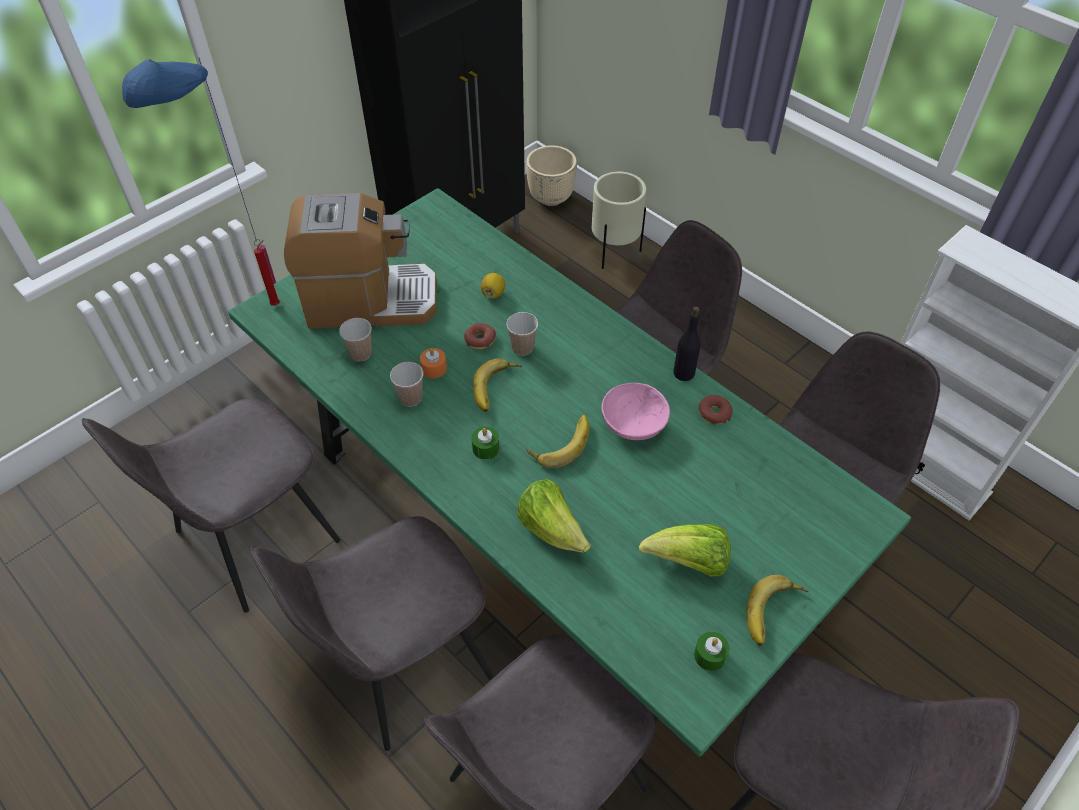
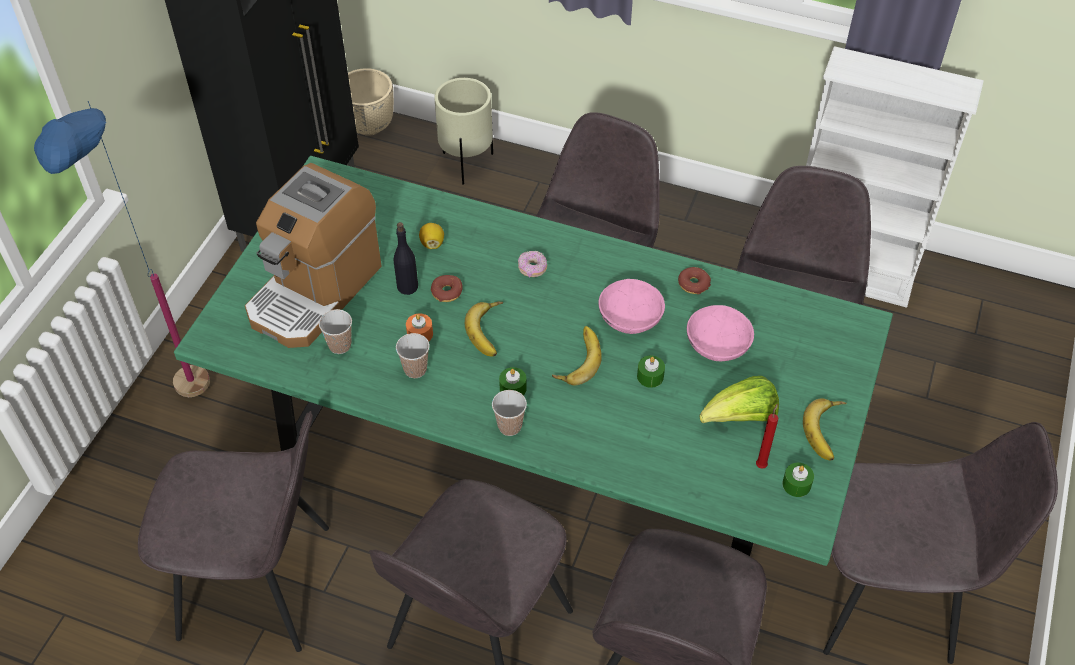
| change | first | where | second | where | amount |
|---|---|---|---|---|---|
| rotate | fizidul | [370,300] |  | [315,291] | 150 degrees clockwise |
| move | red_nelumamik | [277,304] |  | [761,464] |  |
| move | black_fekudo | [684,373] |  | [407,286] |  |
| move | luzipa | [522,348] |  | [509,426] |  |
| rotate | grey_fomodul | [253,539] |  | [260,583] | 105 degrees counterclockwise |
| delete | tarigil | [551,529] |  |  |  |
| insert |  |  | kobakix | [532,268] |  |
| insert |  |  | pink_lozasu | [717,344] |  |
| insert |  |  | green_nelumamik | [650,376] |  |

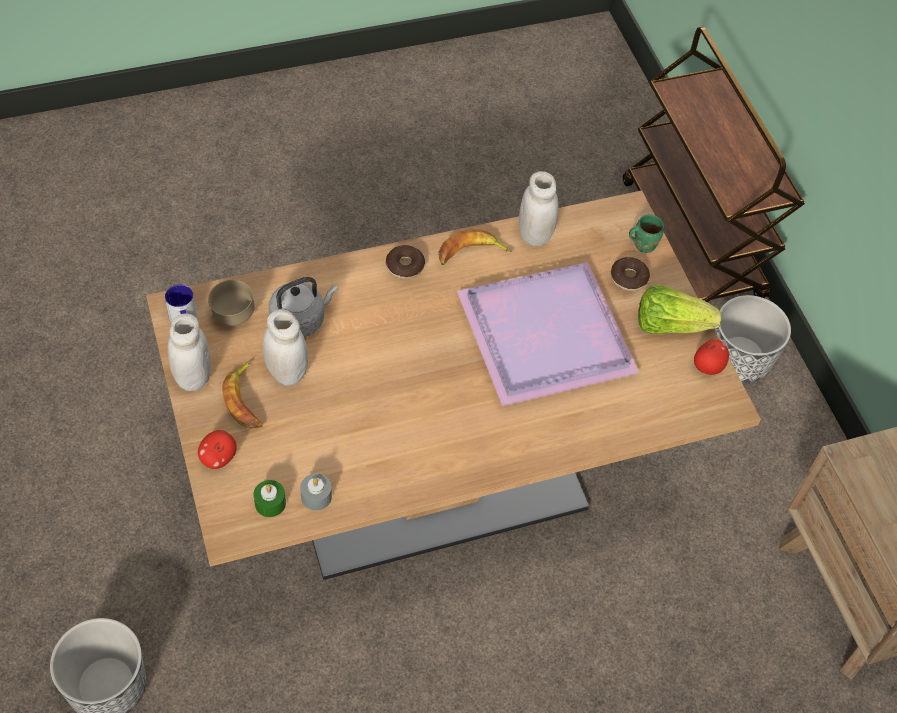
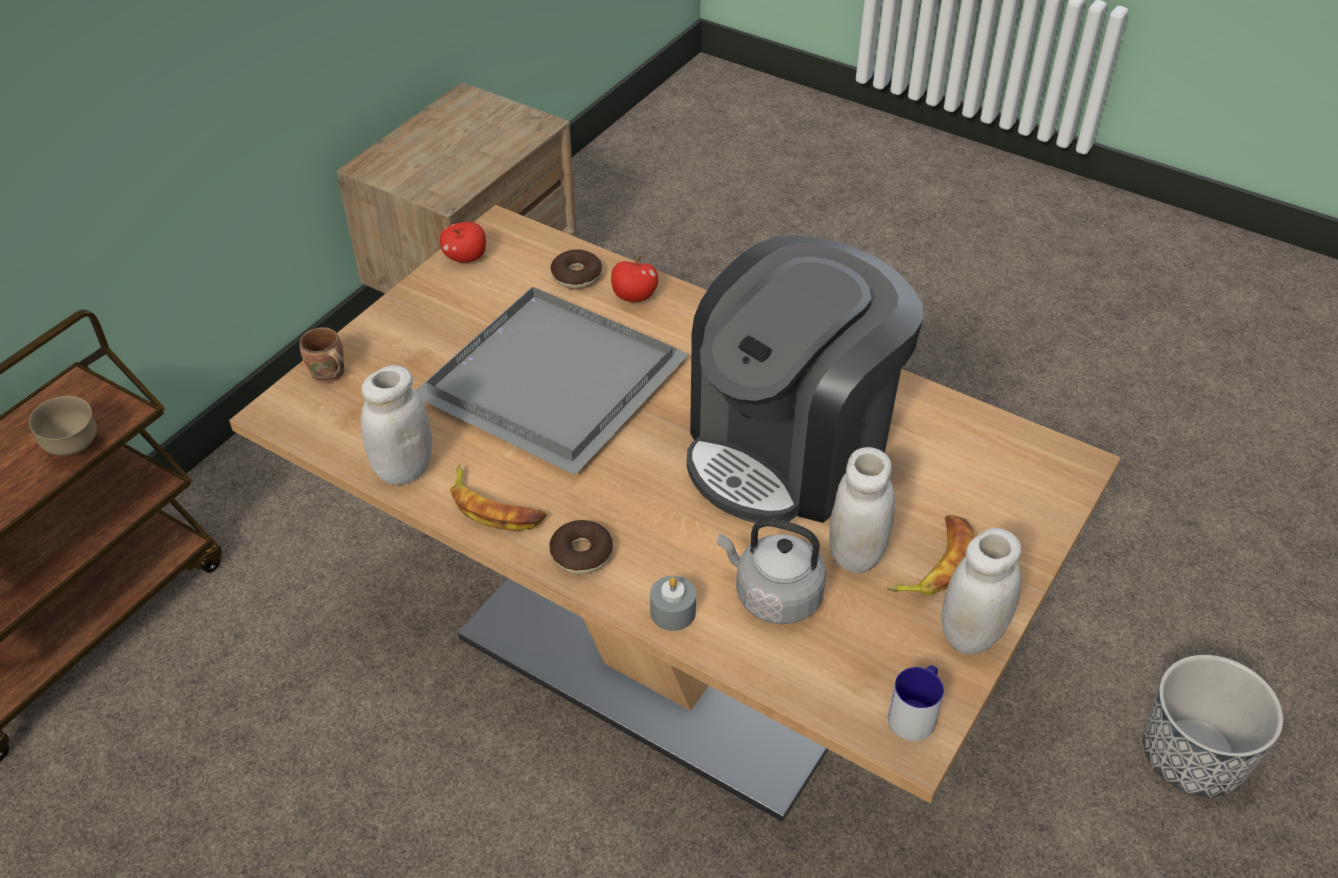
| change | first | where | second | where | amount |
|---|---|---|---|---|---|
| recolor | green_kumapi | [643,244] | brown_kumapi | [328,376] |  |
| move | kobakix | [628,278] |  | [576,276] |  |
| recolor | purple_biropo | [549,336] | grey_biropo | [551,377] |  |
| move | brown_lozasu | [233,317] |  | [74,448] |  |
| delete | tarigil | [669,325] |  |  |  |
| delete | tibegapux | [739,359] |  |  |  |
| move | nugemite | [218,458] |  | [634,297] |  |
| move | grey_nelumamik | [316,496] |  | [673,612] |  |
| delete | green_nelumamik | [270,503] |  |  |  |
| insert |  |  | fizidul | [790,448] |  |

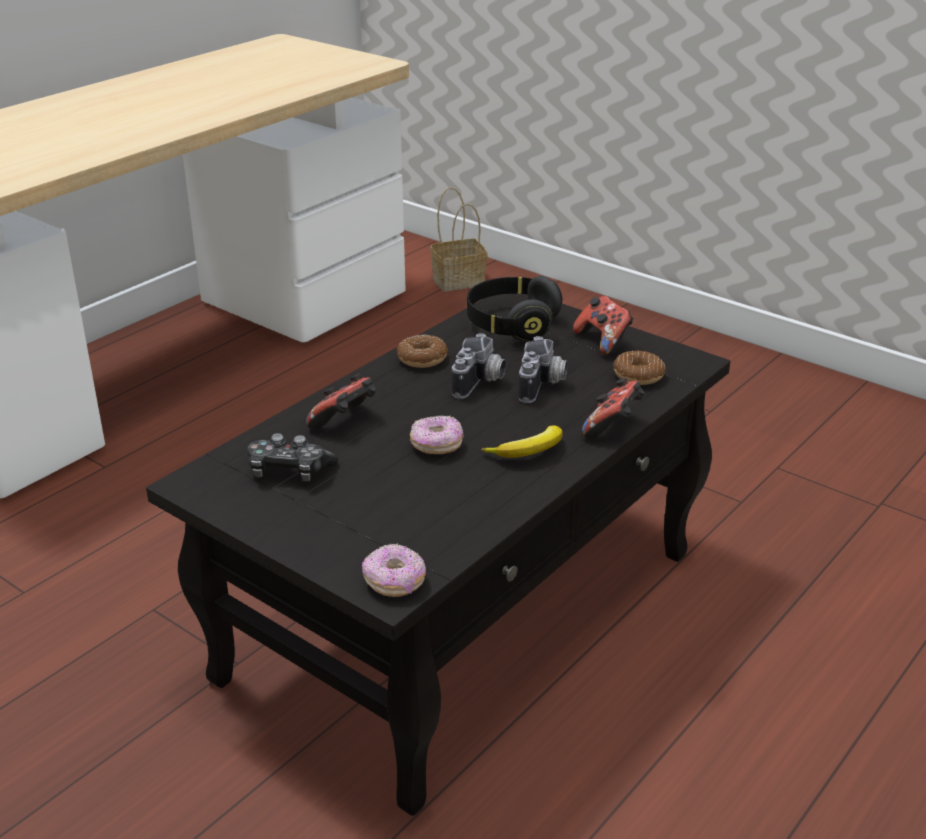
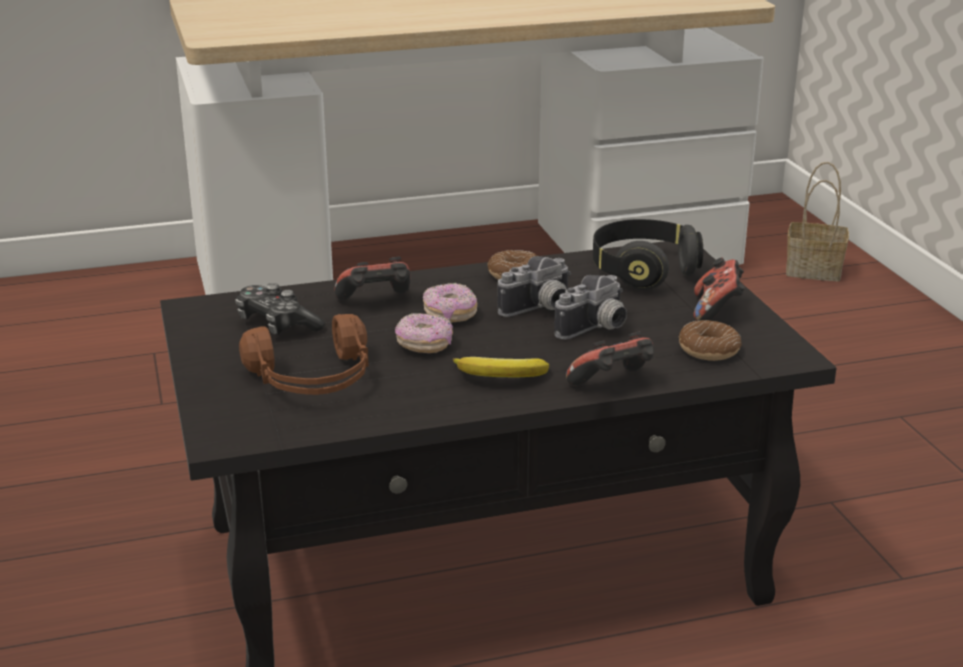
| change | first | where | second | where | amount |
|---|---|---|---|---|---|
| move | kobakix | [394,582] |  | [450,315] |  |
| insert |  |  | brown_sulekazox | [313,380] |  |

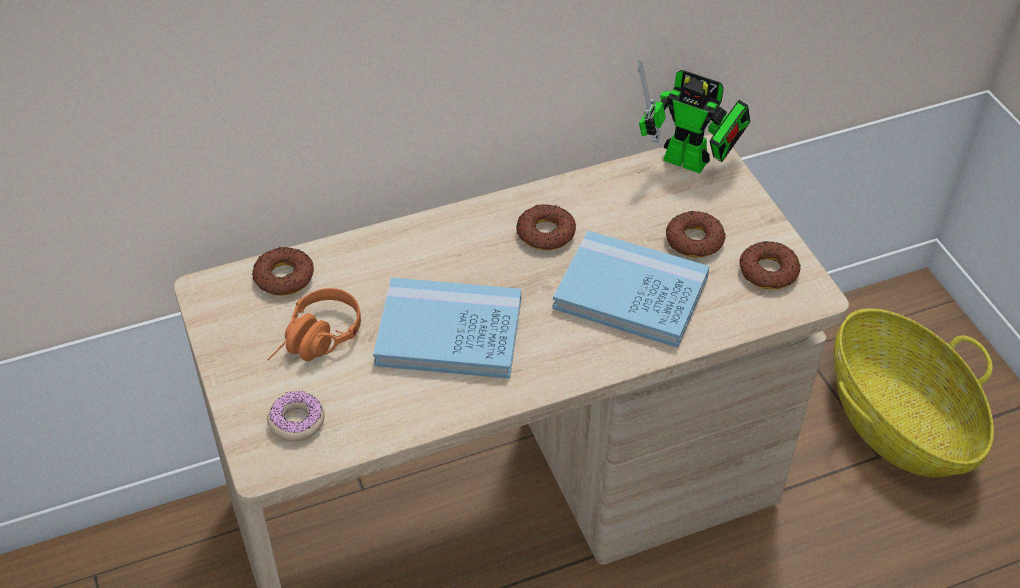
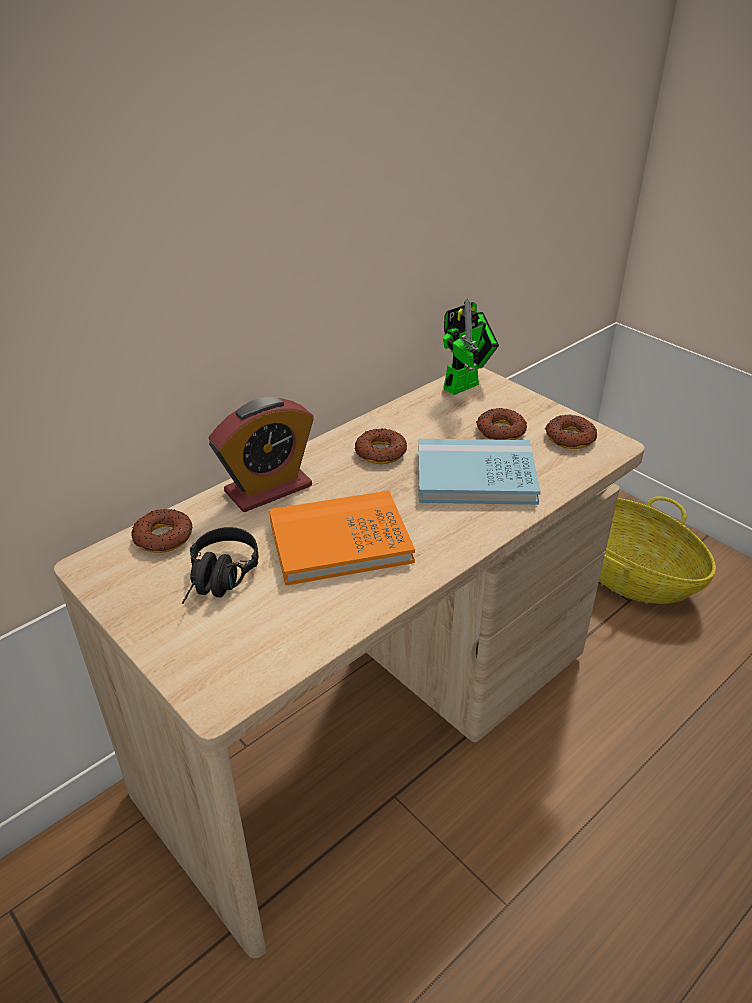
| change | first | where | second | where | amount |
|---|---|---|---|---|---|
| rotate | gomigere | [692,163] |  | [465,384] | 45 degrees counterclockwise |
| recolor | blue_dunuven | [449,332] | orange_dunuven | [340,542] |  |
| recolor | orange_sulekazox | [316,342] | black_sulekazox | [220,581] |  |
| delete | kobakix | [296,421] |  |  |  |
| insert |  |  | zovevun | [268,489] |  |

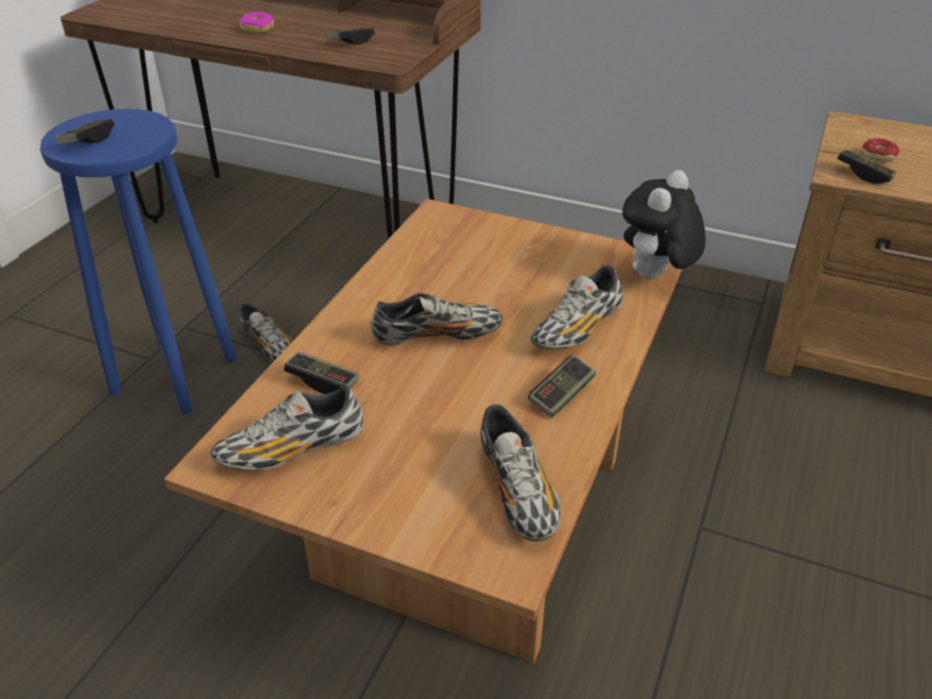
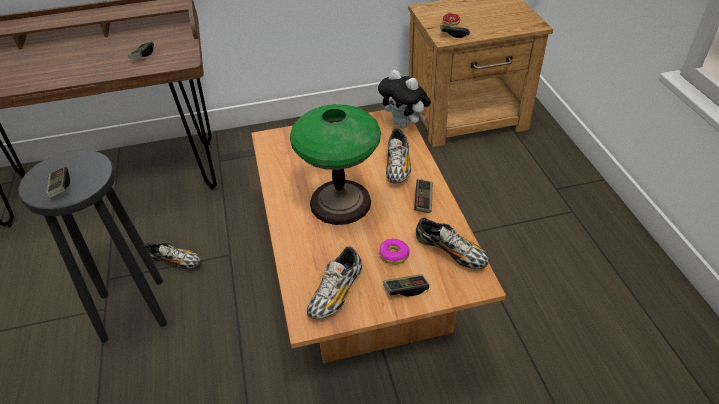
| change | first | where | second | where | amount |
|---|---|---|---|---|---|
| move | kobakix | [257,28] |  | [394,255] |  |
| recolor | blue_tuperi | [173,375] | black_tuperi | [132,309] |  |
| rotate | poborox | [655,277] |  | [404,124] | 45 degrees counterclockwise |
| replace | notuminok | [437,336] | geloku | [340,202] |  |
| move | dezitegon | [323,382] |  | [406,289] |  |

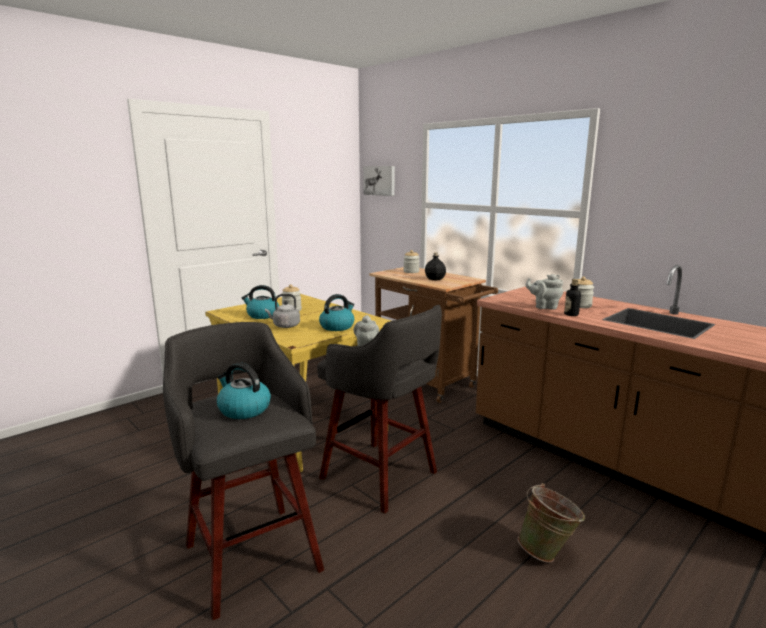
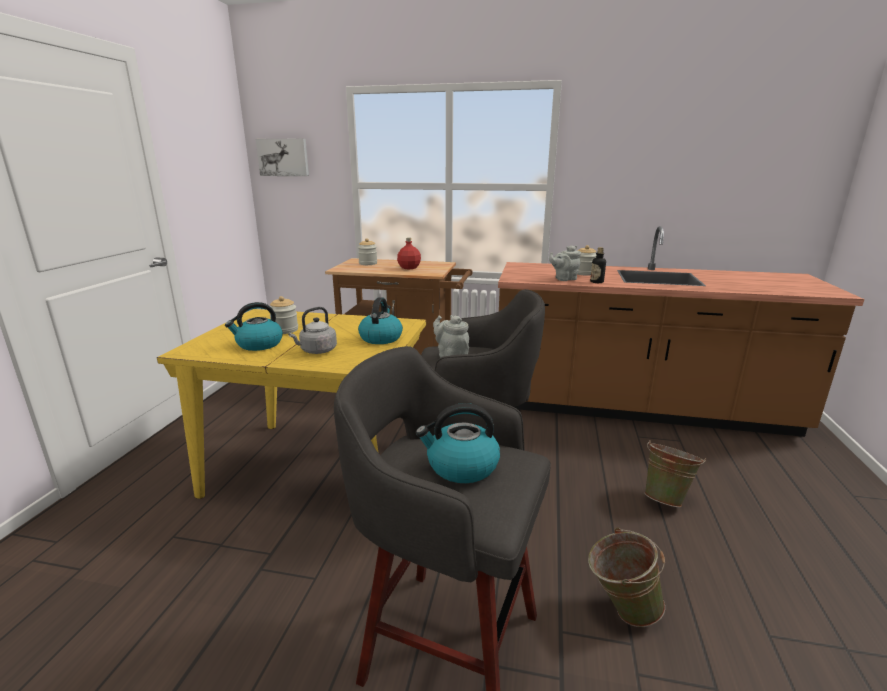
| change | first | where | second | where | amount |
|---|---|---|---|---|---|
| recolor | black_fekudo | [434,279] | red_fekudo | [409,268] |  |
| insert |  |  | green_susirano | [620,609] |  |

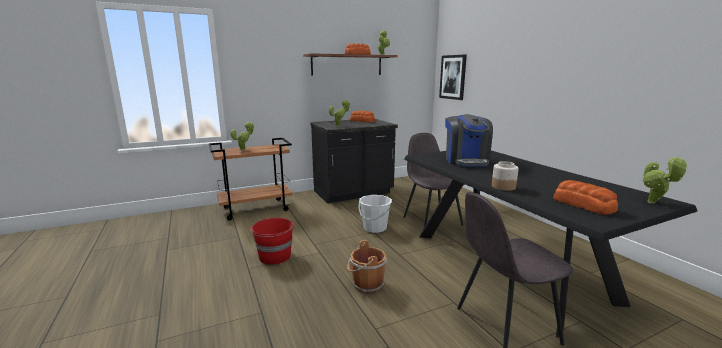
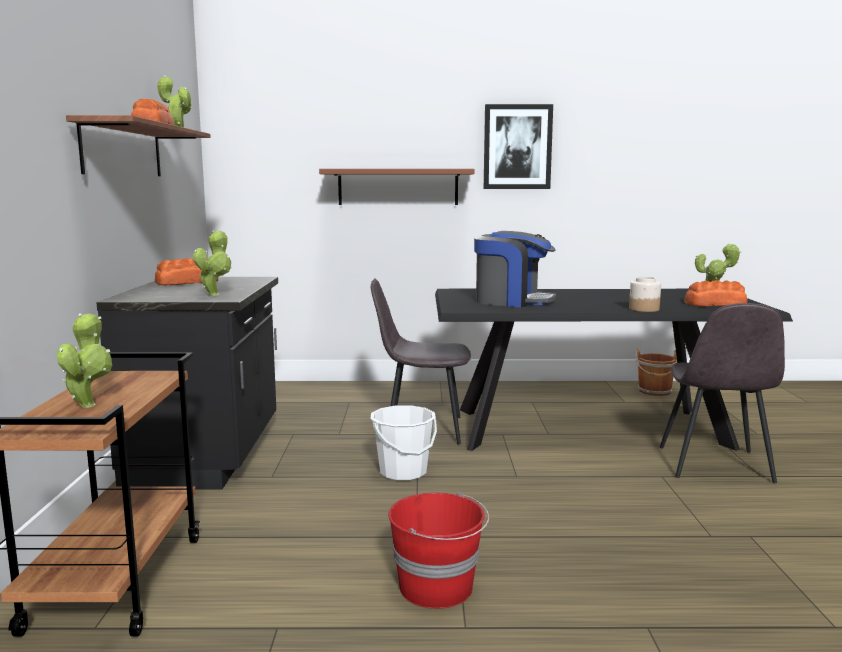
| change | first | where | second | where | amount |
|---|---|---|---|---|---|
| move | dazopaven | [453,77] |  | [517,147] |  |
| move | brown_susirano | [366,284] |  | [655,391] |  |
| insert |  |  | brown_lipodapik | [398,187] |  |

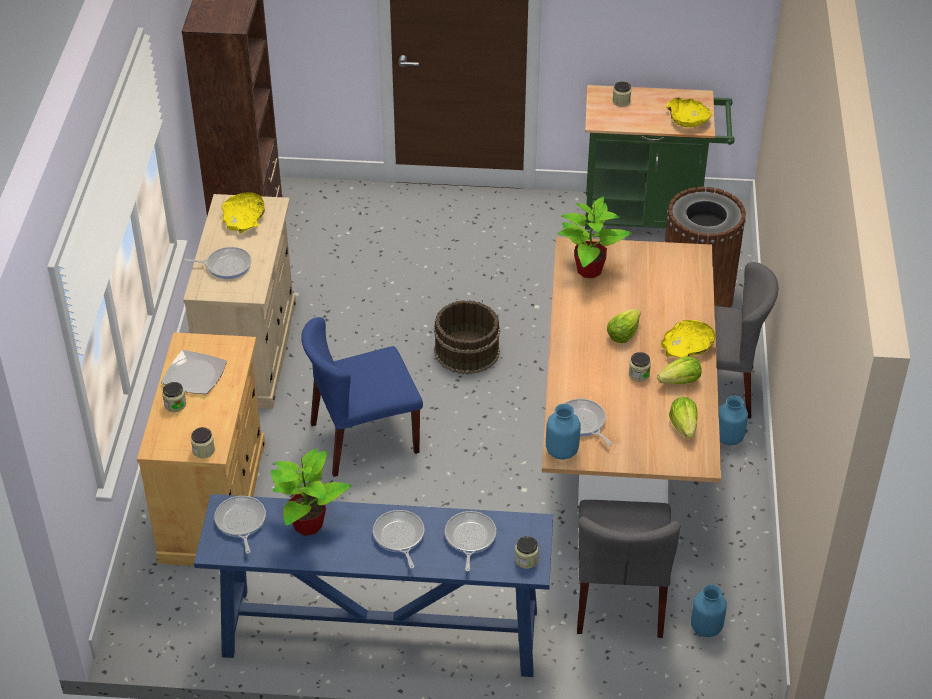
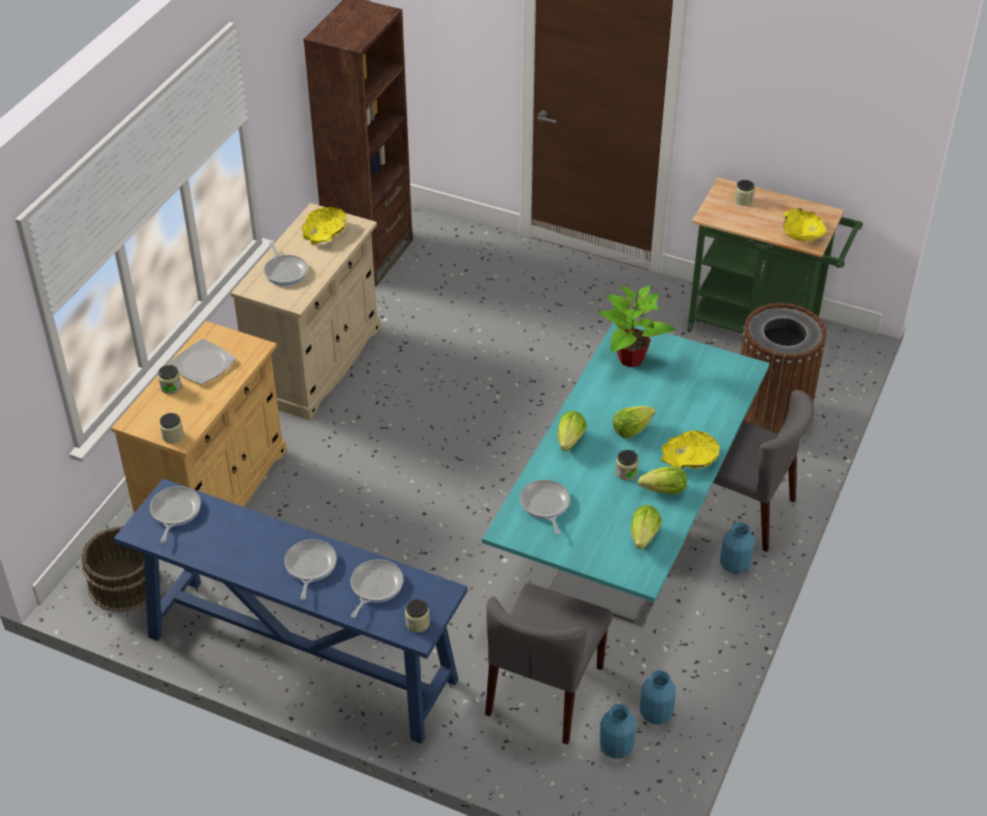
| change | first | where | second | where | amount |
|---|---|---|---|---|---|
| recolor | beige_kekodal | [623,443] | turquoise_kekodal | [625,541] |  |
| rotate | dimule | [226,265] |  | [285,271] | 45 degrees clockwise |
| move | brown_susirano | [466,352] |  | [123,583] |  |
| delete | blue_fomodul | [363,438] |  |  |  |
| move | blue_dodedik | [562,451] |  | [656,714] |  |
| delete | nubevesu | [308,524] |  |  |  |
| insert |  |  | tarigil | [570,440] |  |

